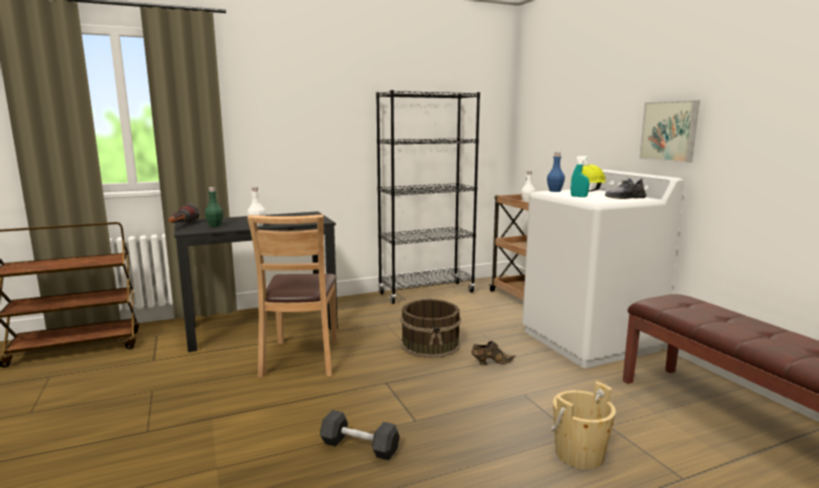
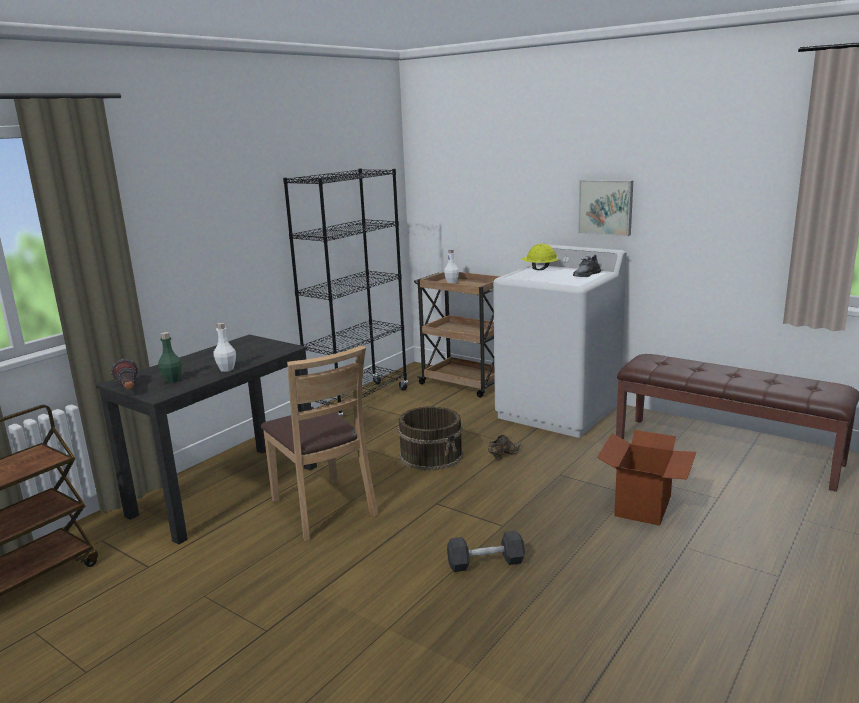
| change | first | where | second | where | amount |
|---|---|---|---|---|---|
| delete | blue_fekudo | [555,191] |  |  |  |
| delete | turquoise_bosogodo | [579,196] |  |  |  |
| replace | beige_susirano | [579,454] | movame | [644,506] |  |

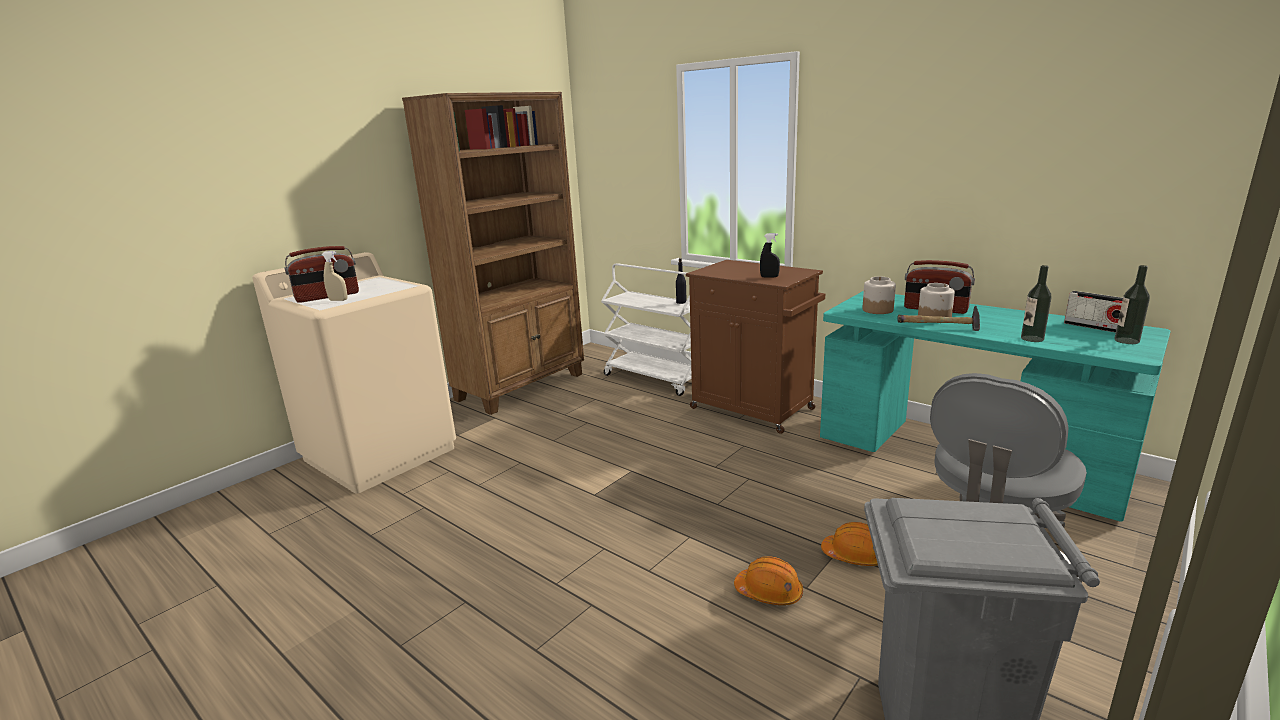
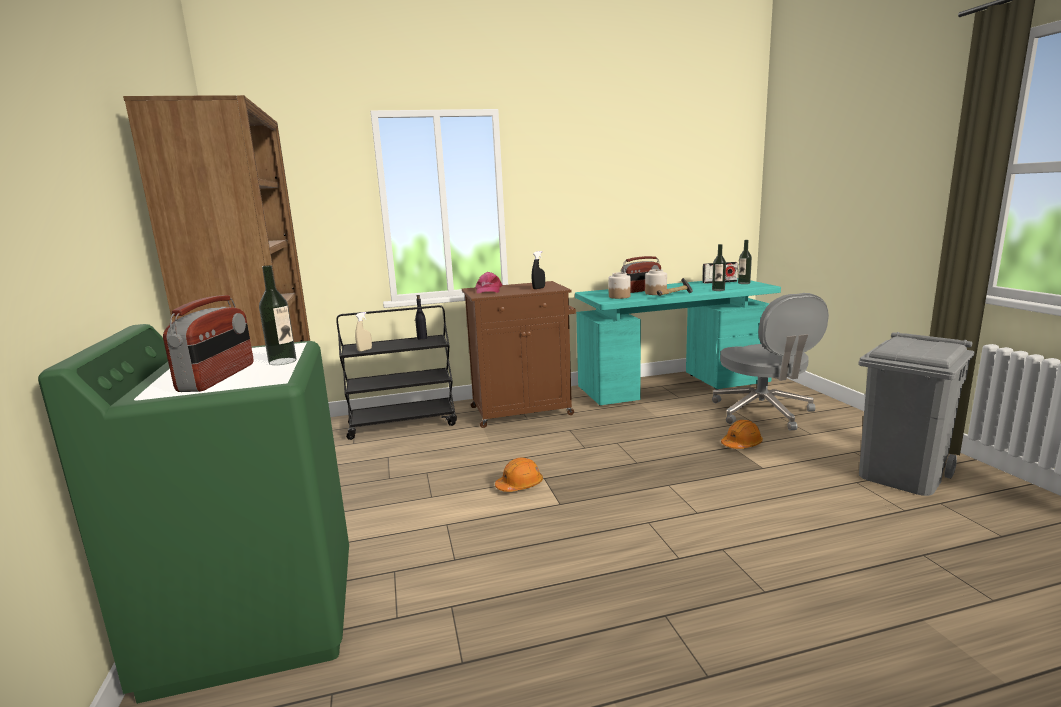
| change | first | where | second | where | amount |
|---|---|---|---|---|---|
| move | beige_bosogodo | [338,300] |  | [365,350] |  |
| recolor | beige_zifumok | [380,453] | green_zifumok | [257,616] |  |
| recolor | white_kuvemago | [655,379] | black_kuvemago | [403,424] |  |
| move | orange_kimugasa | [769,592] |  | [520,485] |  |
| insert |  |  | fekudo | [282,361] |  |
| insert |  |  | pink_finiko | [488,290] |  |

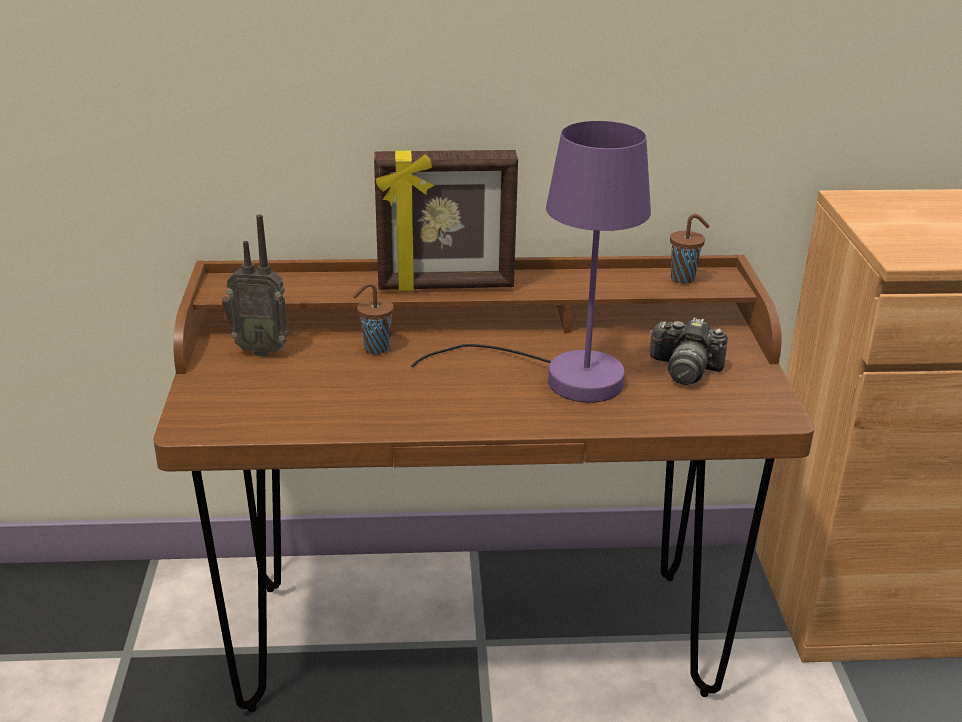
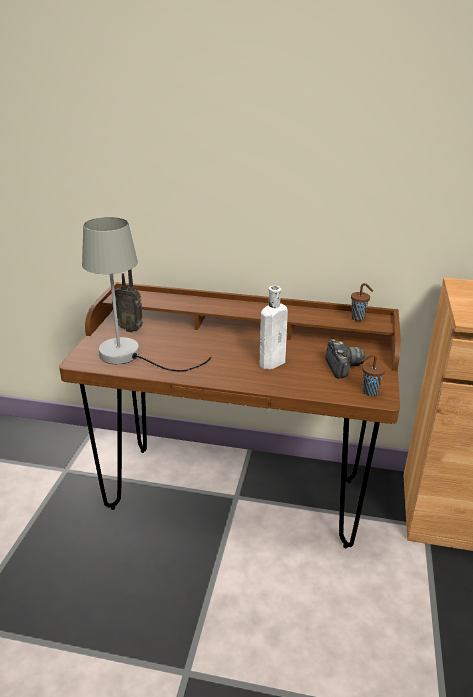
| change | first | where | second | where | amount |
|---|---|---|---|---|---|
| replace | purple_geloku | [561,377] | white_fekudo | [273,362] |  |
| delete | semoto | [446,286] |  |  |  |
| move | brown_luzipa | [374,348] |  | [369,392] |  |
| rotate | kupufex | [685,369] |  | [342,367] | 135 degrees counterclockwise |
| insert |  |  | grey_geloku | [131,356] |  |

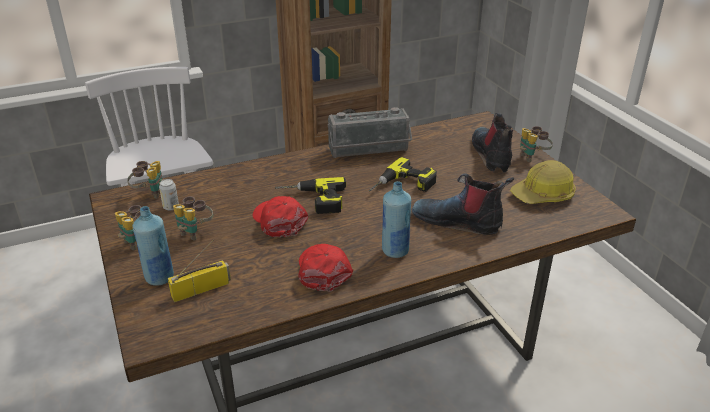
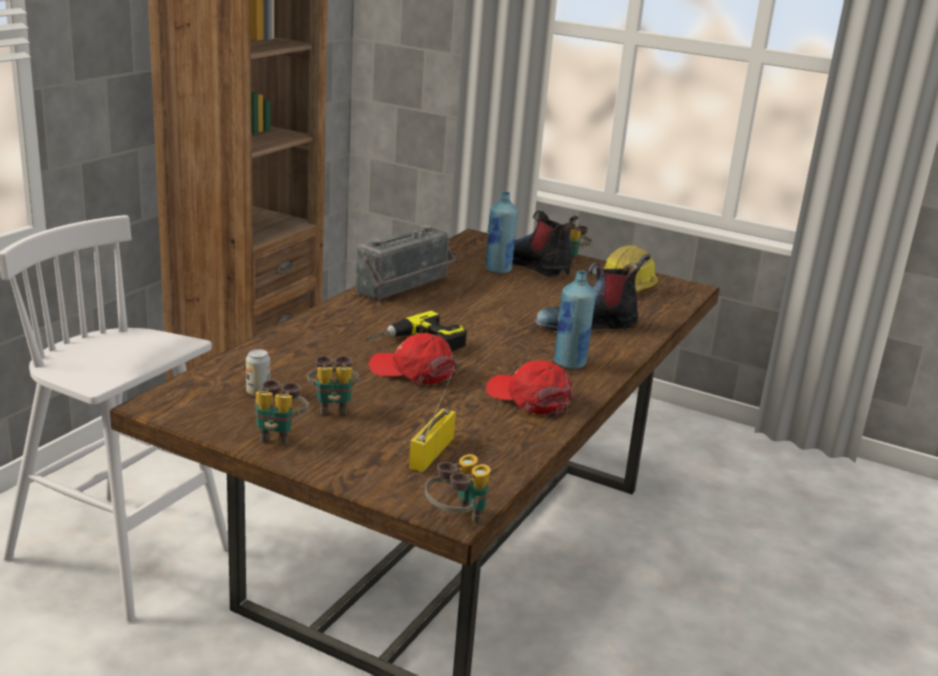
| change | first | where | second | where | amount |
|---|---|---|---|---|---|
| delete | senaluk | [402,186] |  |  |  |
| move | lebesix | [149,193] |  | [456,520] |  |
| move | blue_fekudo | [159,278] |  | [498,270] |  |

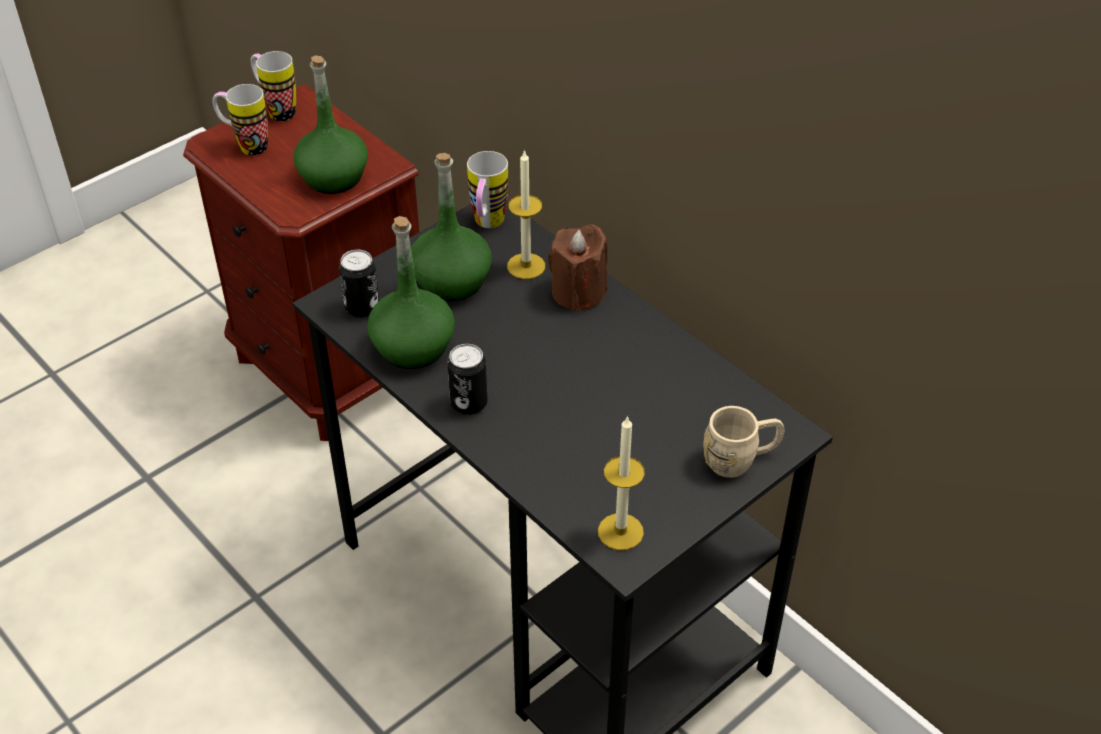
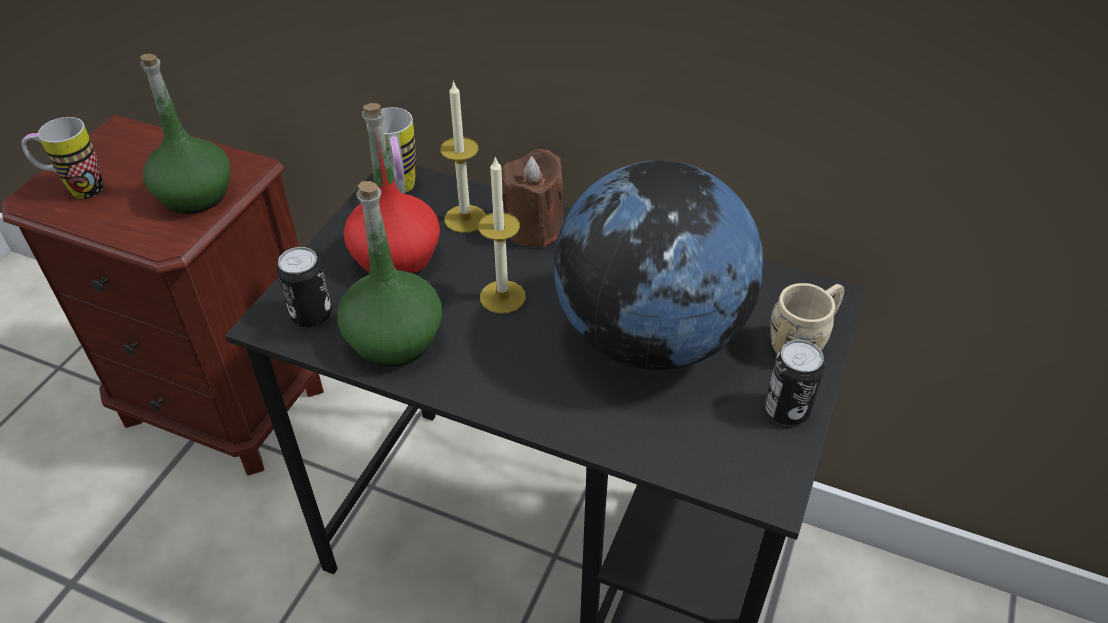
| change | first | where | second | where | amount |
|---|---|---|---|---|---|
| delete | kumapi | [276,110] |  |  |  |
| recolor | green_fekudo | [451,281] | red_fekudo | [395,257] |  |
| move | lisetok | [469,403] |  | [786,410] |  |
| move | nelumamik | [620,532] |  | [502,297] |  |
| insert |  |  | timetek | [649,337] |  |

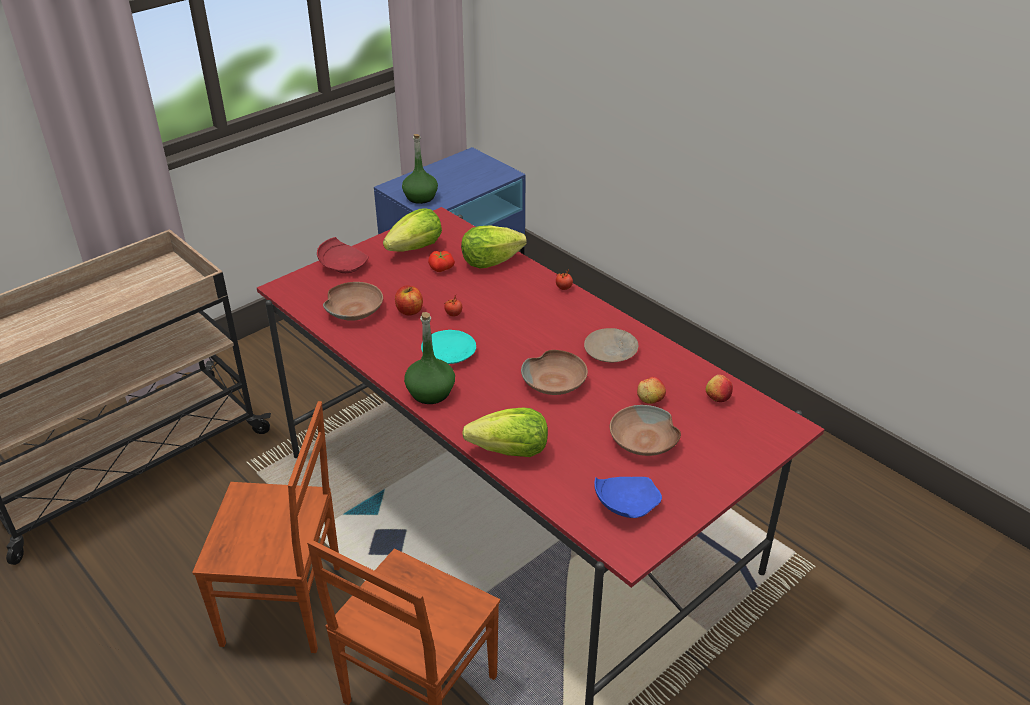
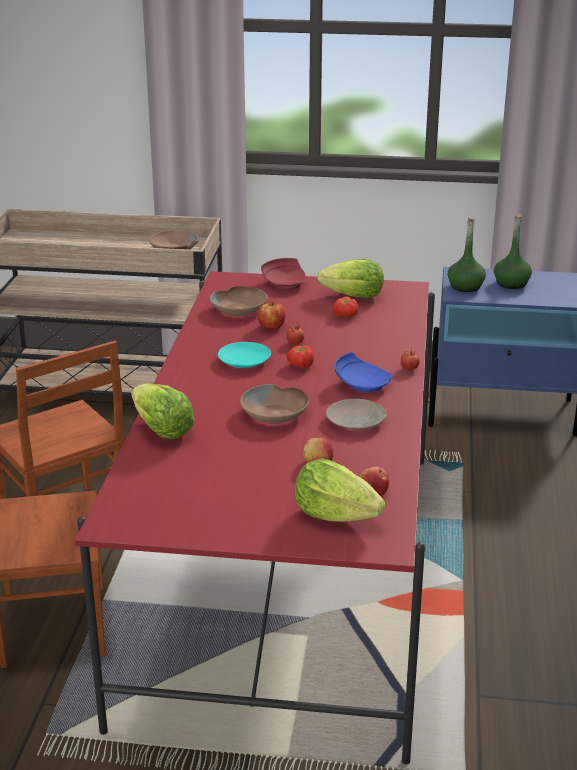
| change | first | where | second | where | amount |
|---|---|---|---|---|---|
| move | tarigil | [490,261] |  | [335,515] |  |
| move | green_fekudo | [431,392] |  | [511,283] |  |
| move | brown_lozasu | [643,441] |  | [173,249] |  |
| move | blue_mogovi | [625,504] |  | [362,384] |  |
| insert |  |  | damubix | [300,365] |  |

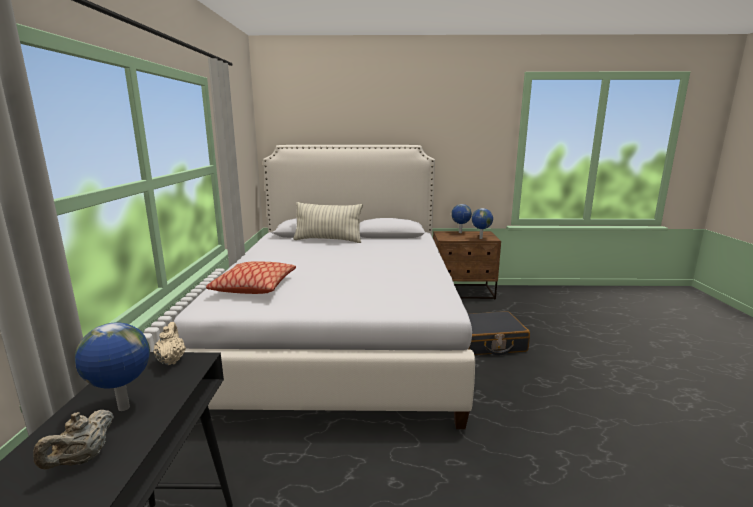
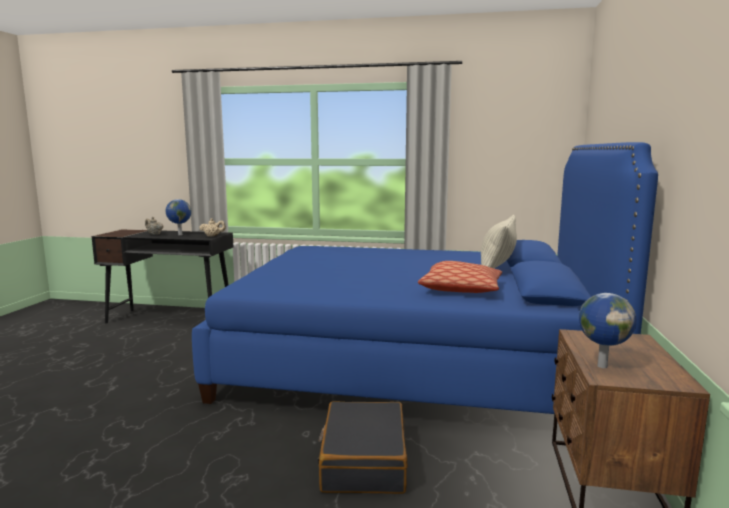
| change | first | where | second | where | amount |
|---|---|---|---|---|---|
| recolor | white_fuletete | [341,335] | blue_fuletete | [412,362] |  |
| delete | timetek | [460,232] |  |  |  |
| move | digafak | [254,287] |  | [461,289] |  |

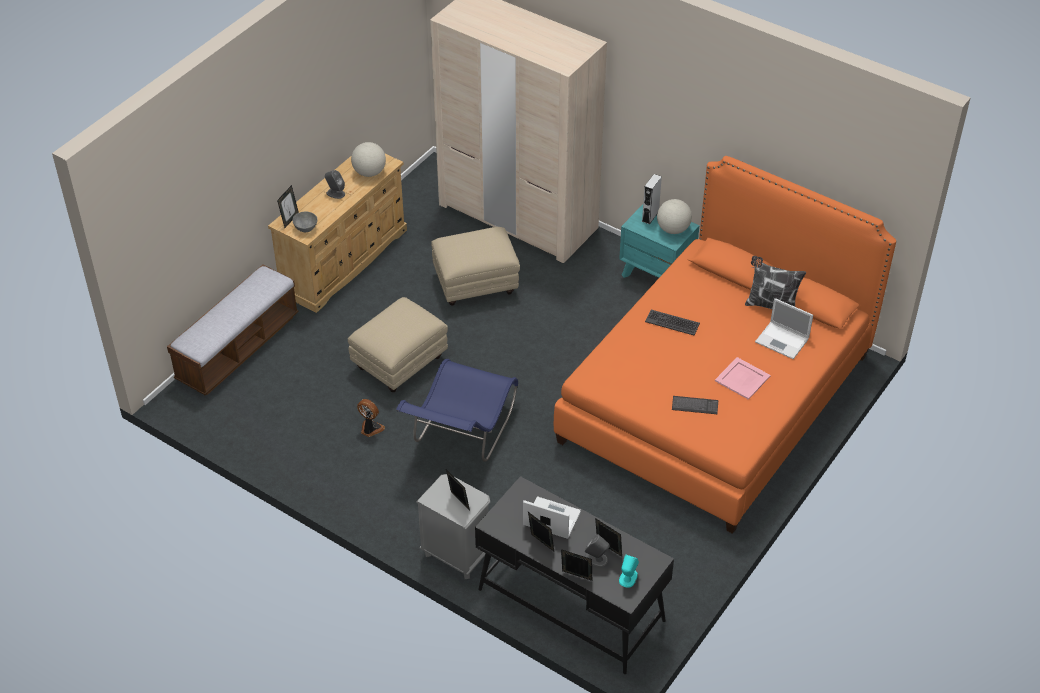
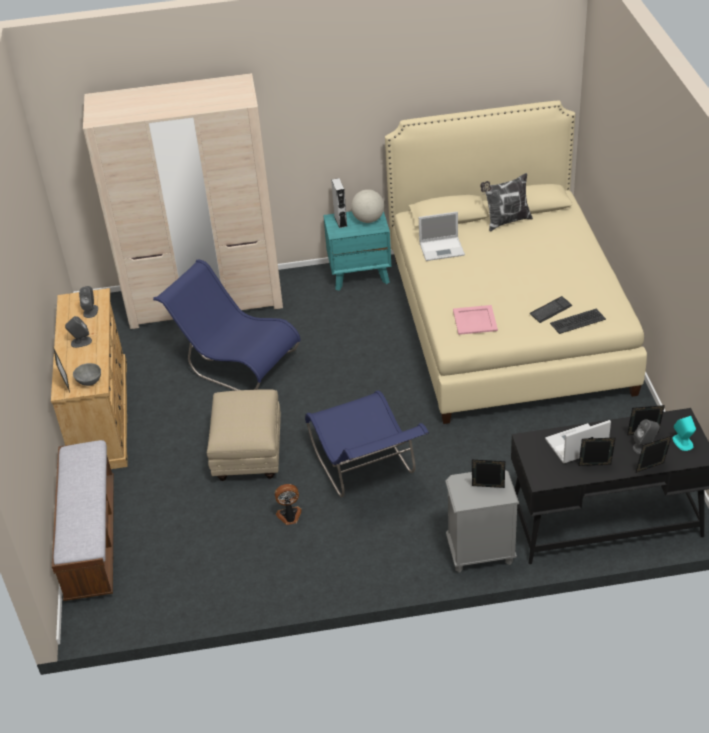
| change | first | where | second | where | amount |
|---|---|---|---|---|---|
| replace | timetek | [369,172] | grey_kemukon | [90,311] |  |
| recolor | orange_fuletete | [715,397] | beige_fuletete | [506,322] |  |
| replace | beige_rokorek | [476,284] | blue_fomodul | [235,362] |  |
| move | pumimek | [783,341] |  | [442,249] |  |
| move | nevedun | [672,322] |  | [577,321] |  |
| move | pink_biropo | [743,378] |  | [475,320] |  |

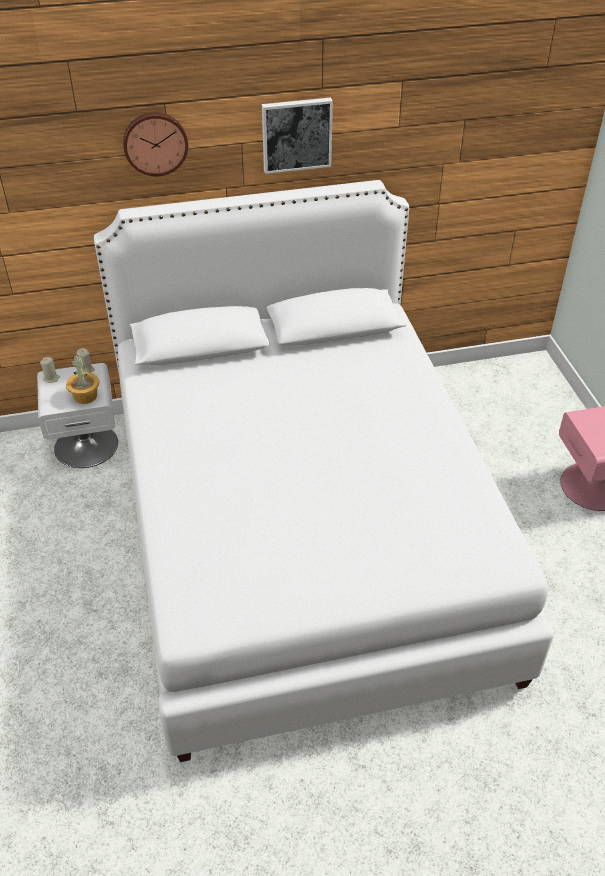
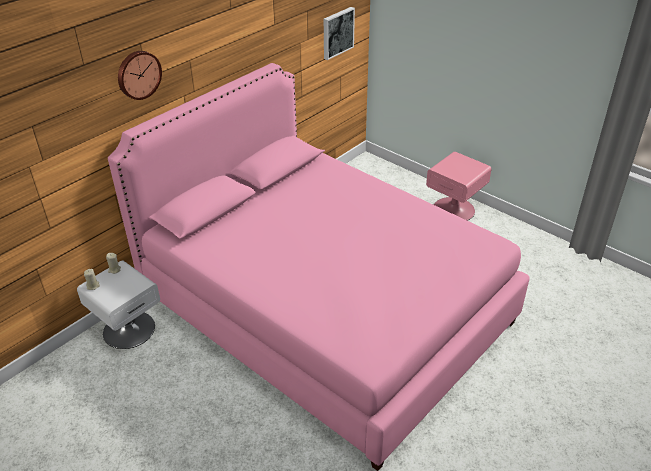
| change | first | where | second | where | amount |
|---|---|---|---|---|---|
| move | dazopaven | [296,134] |  | [337,32] |  |
| recolor | white_fuletete | [302,534] | pink_fuletete | [325,310] |  |
| delete | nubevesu | [85,396] |  |  |  |

